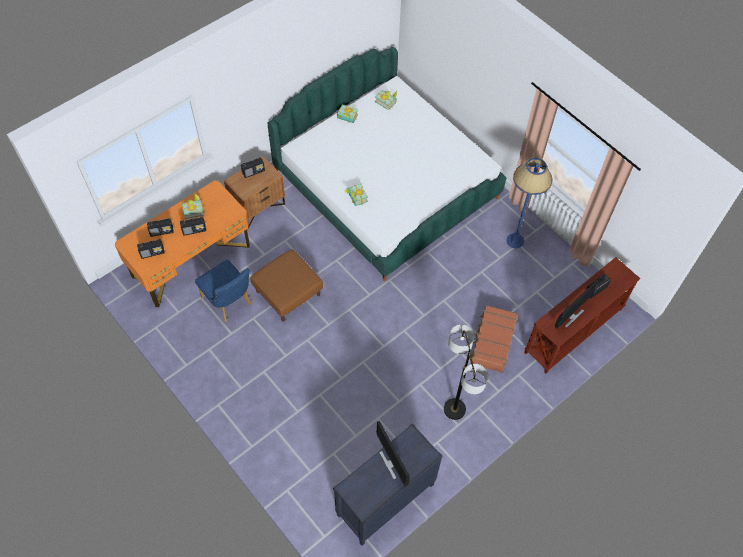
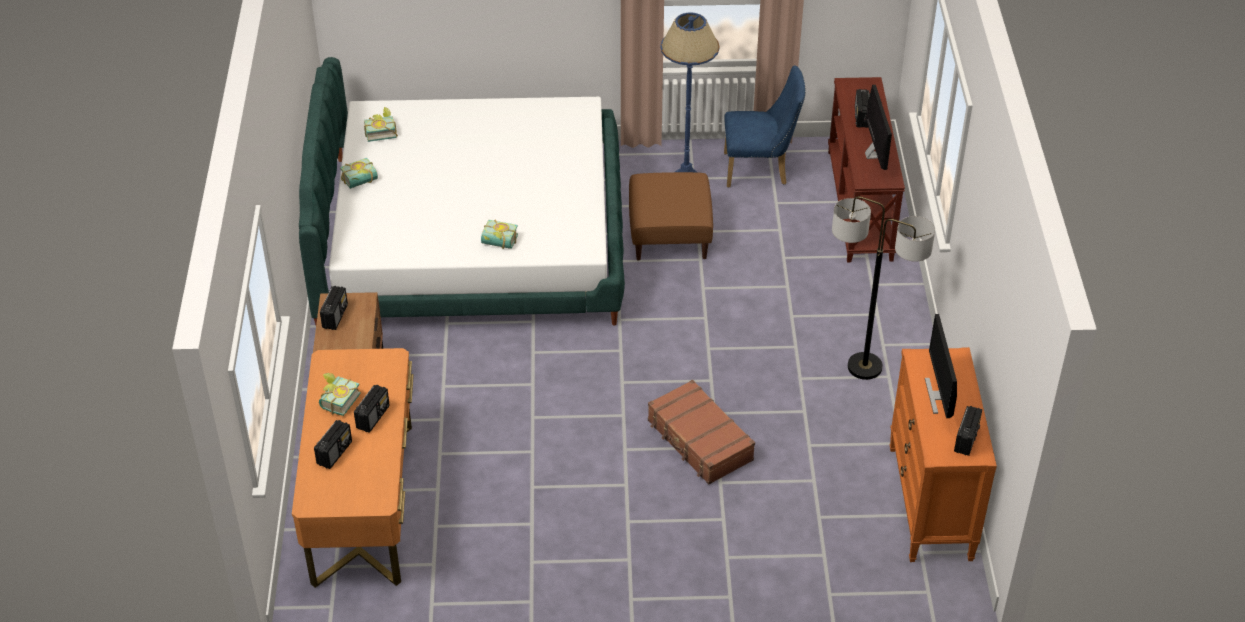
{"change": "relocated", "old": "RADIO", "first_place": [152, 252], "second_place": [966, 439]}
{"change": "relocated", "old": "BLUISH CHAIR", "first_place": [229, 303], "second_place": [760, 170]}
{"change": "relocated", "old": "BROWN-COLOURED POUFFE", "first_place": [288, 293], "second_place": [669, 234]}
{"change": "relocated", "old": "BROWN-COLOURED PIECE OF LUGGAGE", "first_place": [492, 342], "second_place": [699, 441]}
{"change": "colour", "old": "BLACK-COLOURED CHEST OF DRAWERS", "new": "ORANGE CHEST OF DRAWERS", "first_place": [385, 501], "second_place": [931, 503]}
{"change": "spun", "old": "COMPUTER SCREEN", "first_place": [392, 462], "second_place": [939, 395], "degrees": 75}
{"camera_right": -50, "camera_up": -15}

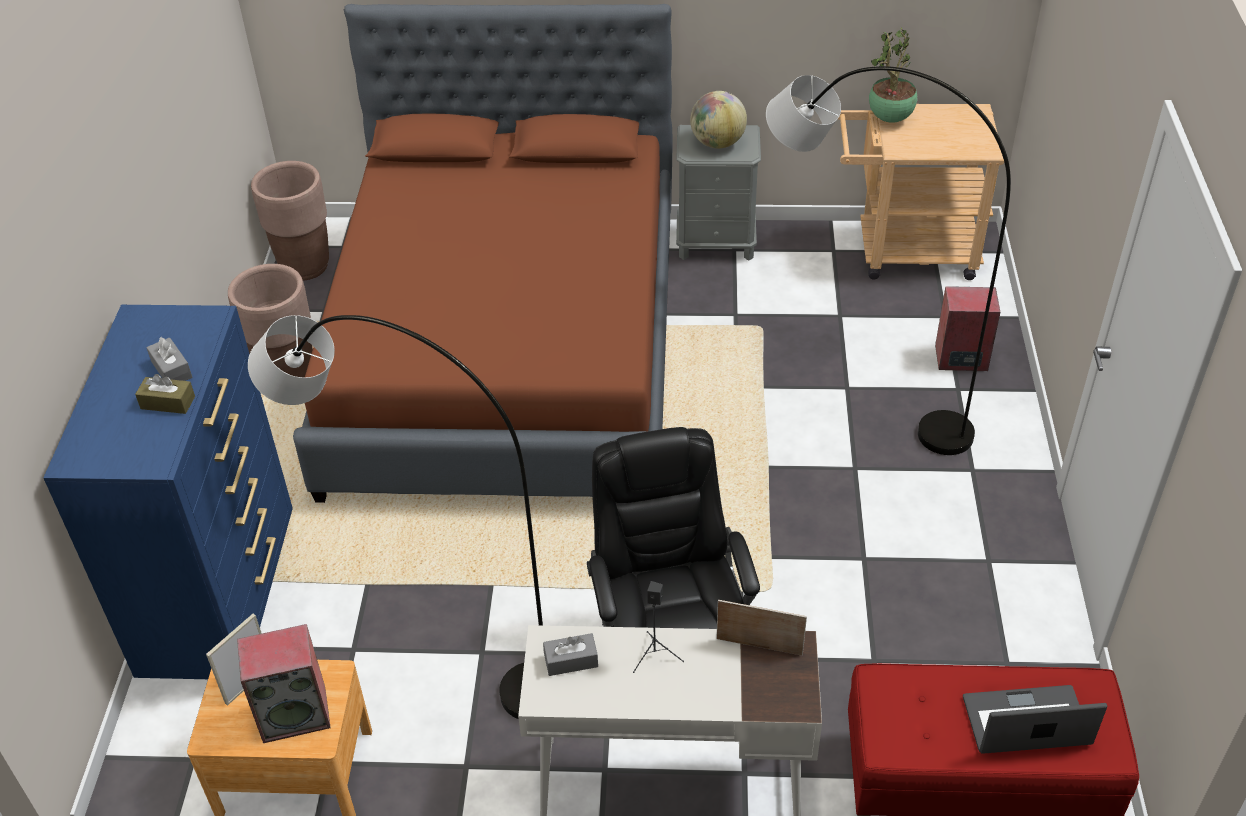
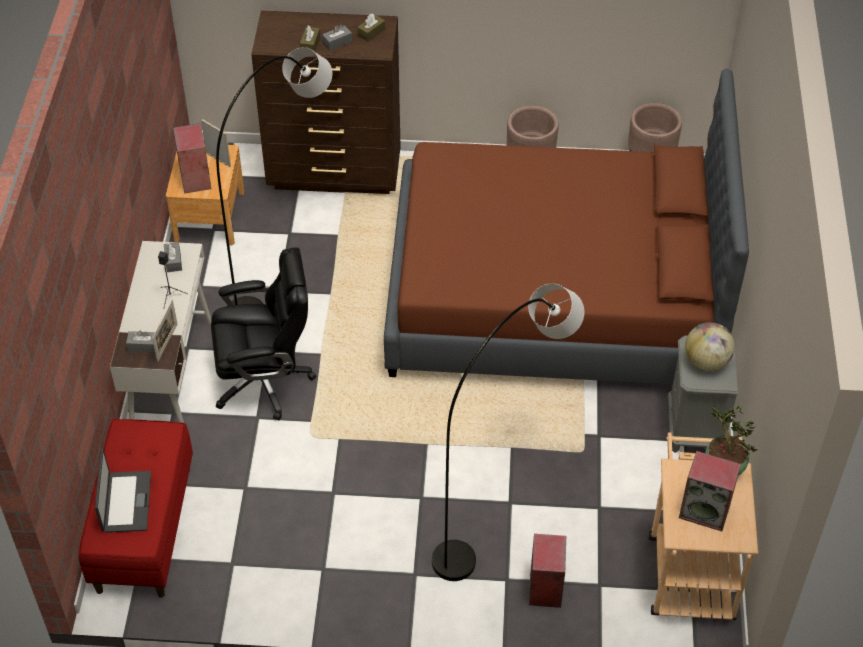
{"change": "appeared", "new": "GRAY TISSUE HOLDER", "second_place": [143, 346]}
{"change": "appeared", "new": "BROWN-COLOURED TISSUE HOLDER", "second_place": [371, 32]}
{"change": "appeared", "new": "LOUDSPEAKER", "second_place": [705, 511]}
{"change": "colour", "old": "BLUISH CHEST OF DRAWERS", "new": "BROWN-COLOURED CHEST OF DRAWERS", "first_place": [223, 597], "second_place": [335, 174]}
{"camera_right": 90, "camera_up": 5}

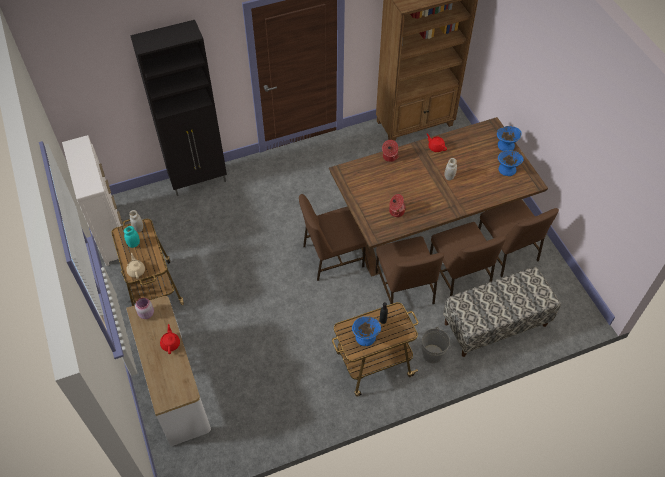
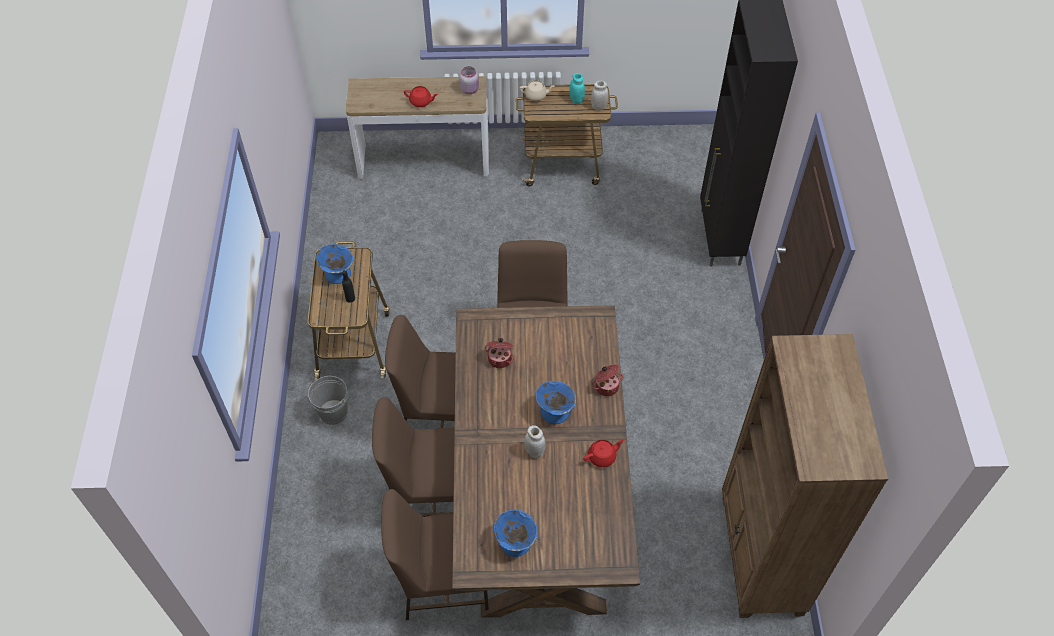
{"change": "missing", "old": "WHITISH CHEST OF DRAWERS", "first_place": [110, 234]}
{"change": "missing", "old": "INDOOR BENCH", "first_place": [495, 324]}
{"change": "relocated", "old": "BLUISH DEEP DISH", "first_place": [506, 145], "second_place": [554, 412]}
{"camera_right": 110, "camera_up": 0}

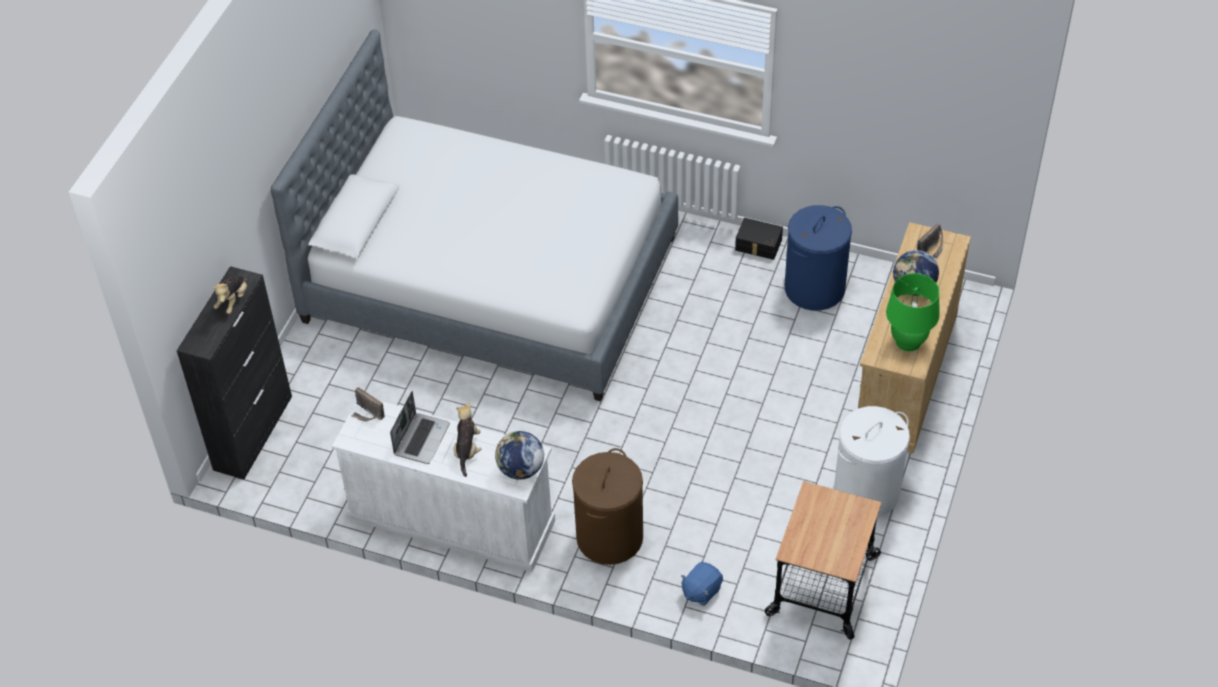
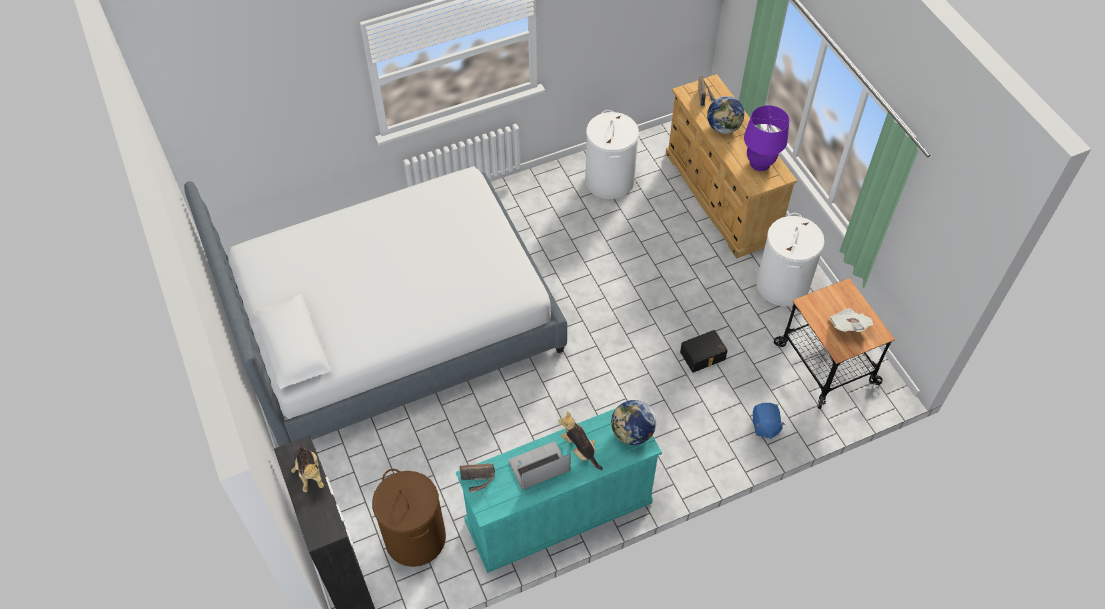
{"change": "appeared", "new": "NEWSPAPER", "second_place": [848, 326]}
{"change": "relocated", "old": "BROWN-COLOURED HAMPER", "first_place": [609, 537], "second_place": [415, 538]}
{"change": "relocated", "old": "BLACK-COLOURED STORAGE BIN", "first_place": [758, 245], "second_place": [703, 356]}
{"change": "colour", "old": "WHITISH CHEST OF DRAWERS", "new": "BLUE-GREEN CHEST OF DRAWERS", "first_place": [450, 519], "second_place": [558, 513]}
{"change": "colour", "old": "BLUISH HAMPER", "new": "WHITISH HAMPER", "first_place": [814, 288], "second_place": [609, 181]}
{"change": "colour", "old": "GREEN LAMP FOR A TABLE", "new": "PURPLE LAMP FOR A TABLE", "first_place": [908, 341], "second_place": [760, 163]}
{"change": "spun", "old": "NOTEBOOK COMPUTER", "first_place": [421, 438], "second_place": [538, 467], "degrees": -90}
{"camera_right": -45, "camera_up": 5}

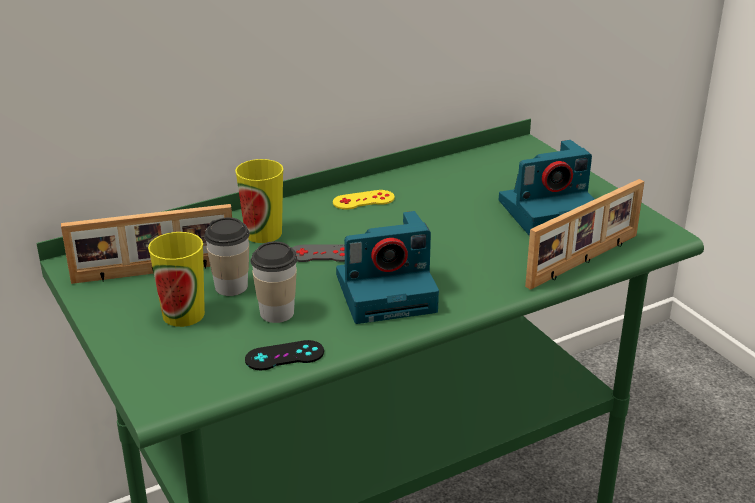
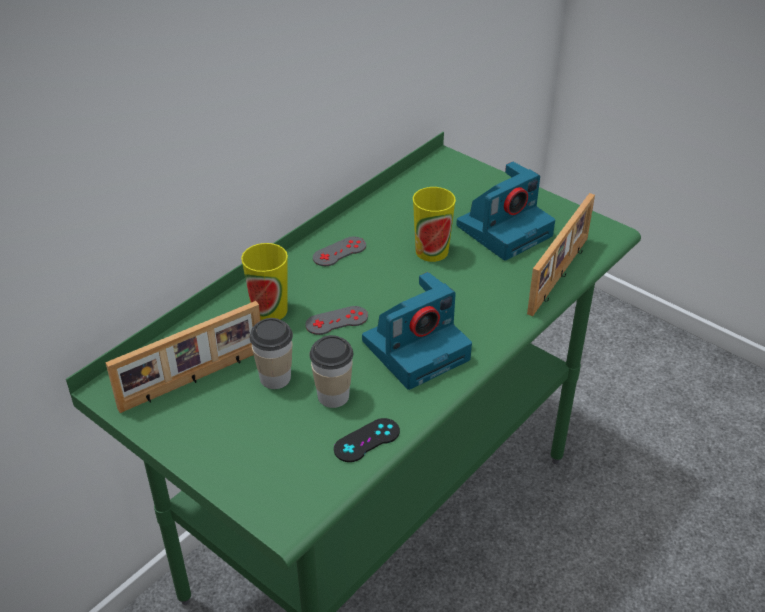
{"change": "relocated", "old": "DRINKING CUP", "first_place": [183, 314], "second_place": [431, 251]}
{"change": "colour", "old": "YELLOW-COLOURED GAMEPAD", "new": "GRAY GAMEPAD", "first_place": [363, 200], "second_place": [339, 252]}
{"camera_right": -20, "camera_up": 10}

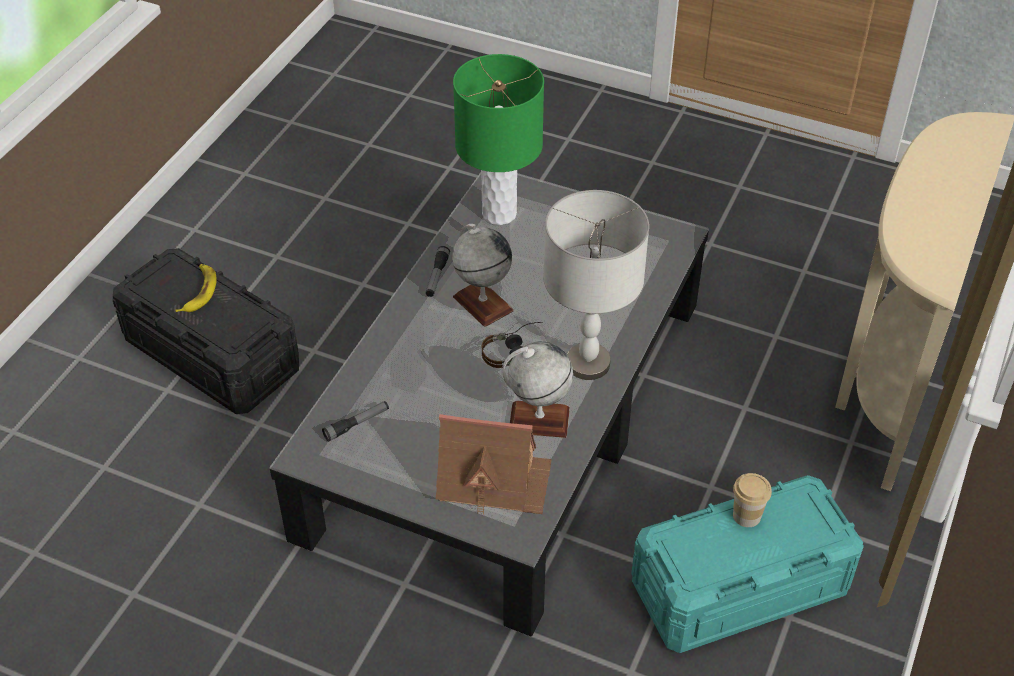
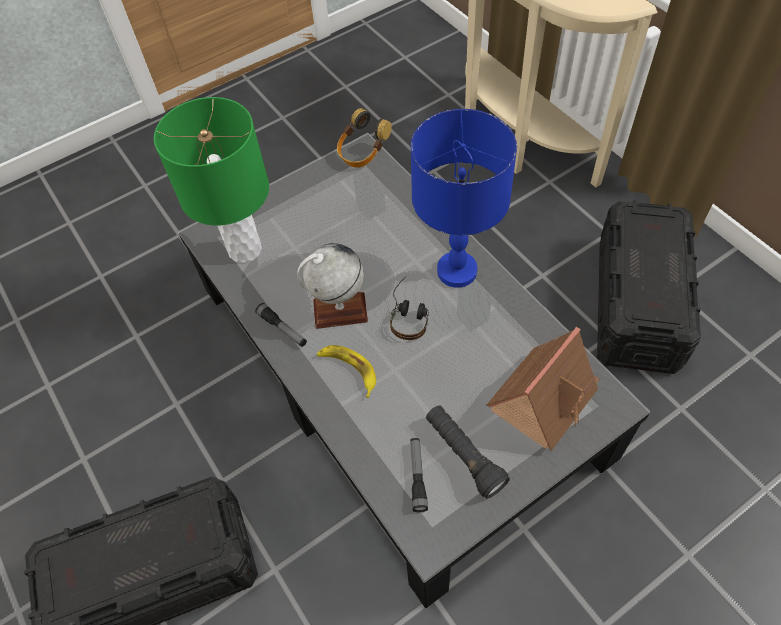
{"change": "missing", "old": "DESK GLOBE", "first_place": [539, 420]}
{"change": "missing", "old": "DRINKING CUP", "first_place": [746, 515]}
{"change": "appeared", "new": "HEADSET", "second_place": [362, 152]}
{"change": "appeared", "new": "BLACK-COLOURED HAND TORCH", "second_place": [463, 455]}
{"change": "relocated", "old": "WHOLE BANANA", "first_place": [199, 292], "second_place": [348, 369]}
{"change": "colour", "old": "GRAY LAMP FOR A TABLE", "new": "BLUISH LAMP FOR A TABLE", "first_place": [588, 364], "second_place": [457, 271]}
{"change": "colour", "old": "BLUE-GREEN STORAGE BIN", "new": "BLACK-COLOURED STORAGE BIN", "first_place": [740, 586], "second_place": [637, 303]}
{"camera_right": -55, "camera_up": 10}

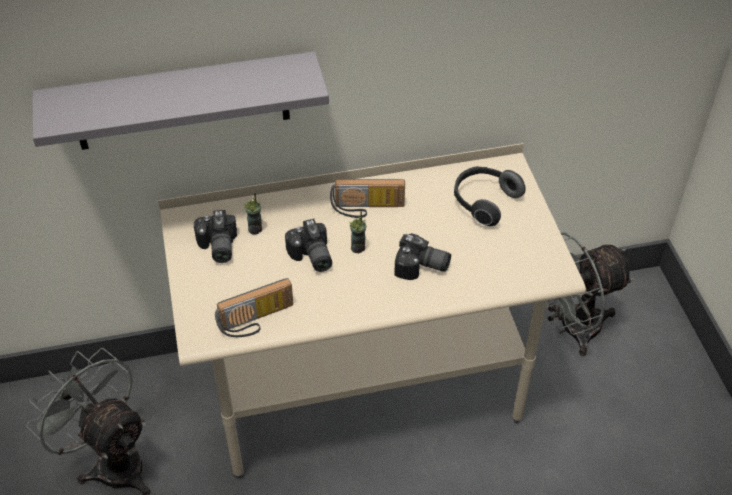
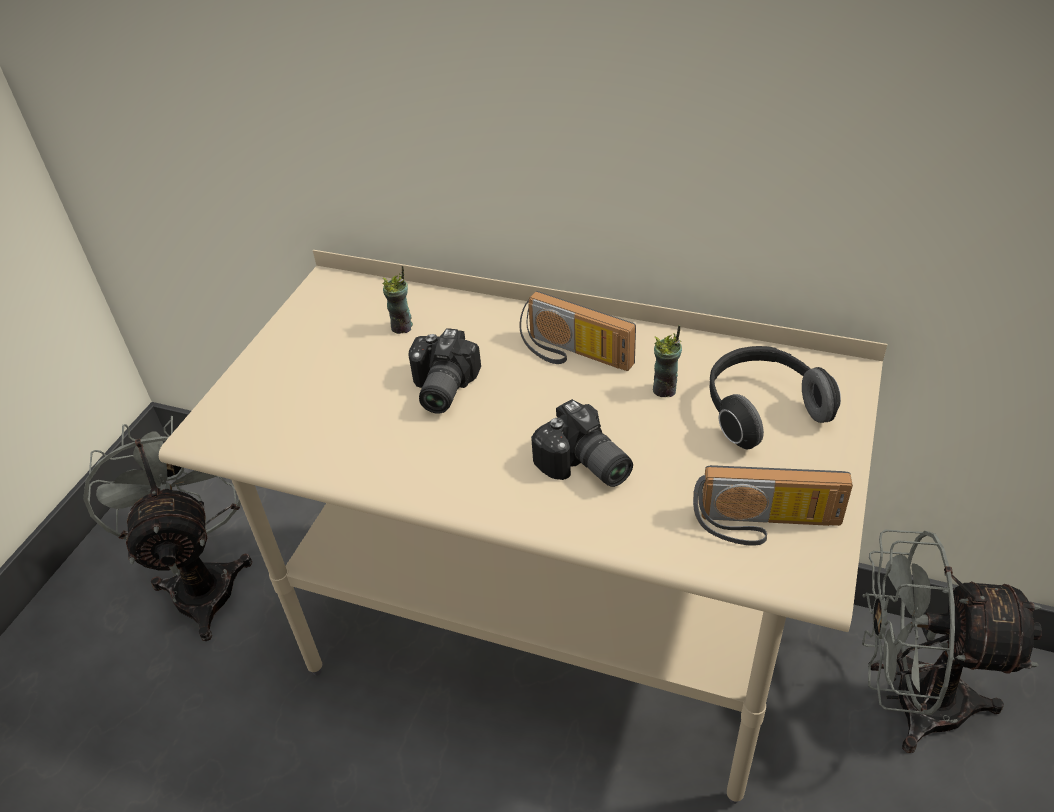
{"change": "missing", "old": "GRAY BRACKET SHELF", "first_place": [181, 102]}
{"change": "missing", "old": "PHOTO CAMERA", "first_place": [216, 247]}
{"change": "relocated", "old": "RADIO", "first_place": [257, 321], "second_place": [766, 526]}
{"change": "relocated", "old": "DRINKING CUP", "first_place": [358, 248], "second_place": [665, 390]}
{"camera_right": 35, "camera_up": -5}

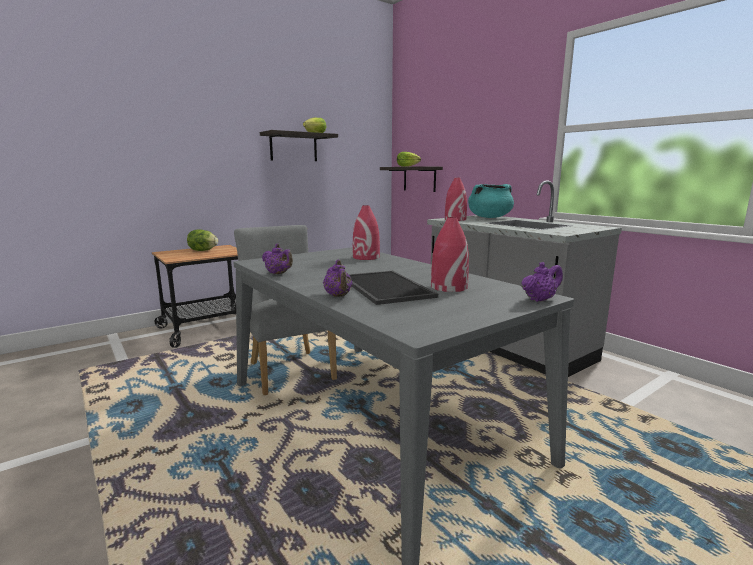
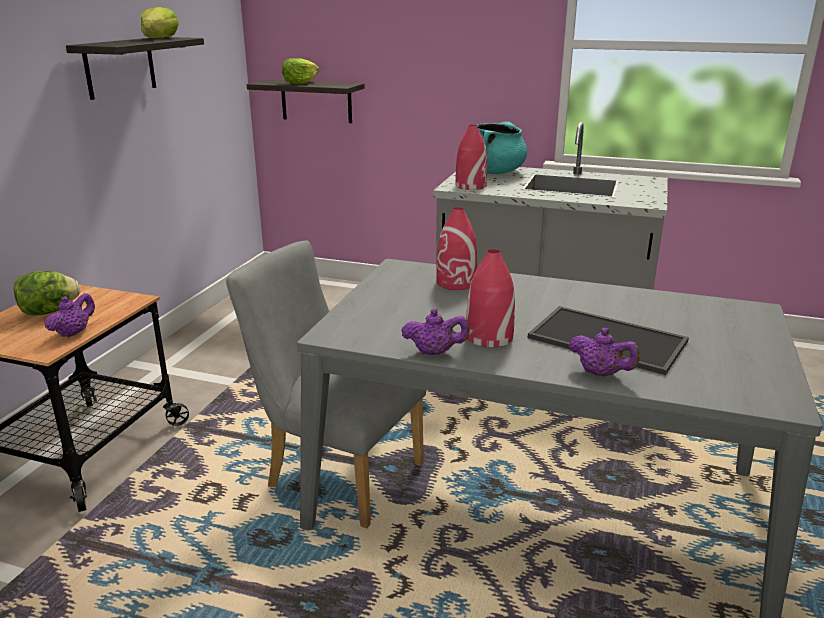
{"change": "relocated", "old": "RED-COLOURED VASE", "first_place": [448, 287], "second_place": [488, 337]}
{"change": "relocated", "old": "PURPLE POT FOR TEA", "first_place": [539, 299], "second_place": [74, 333]}
{"camera_right": -35, "camera_up": 10}

